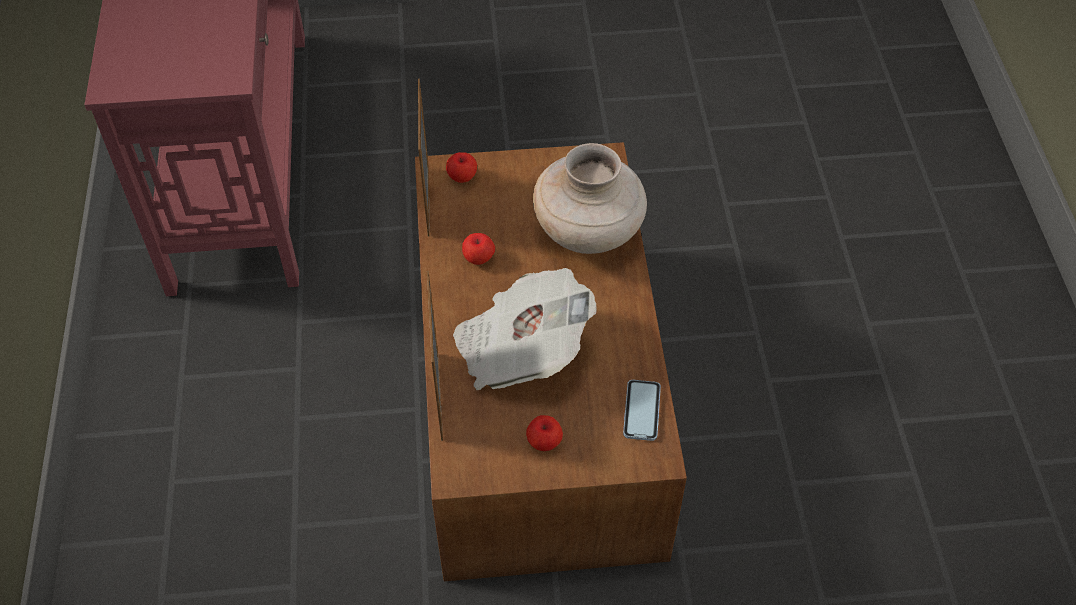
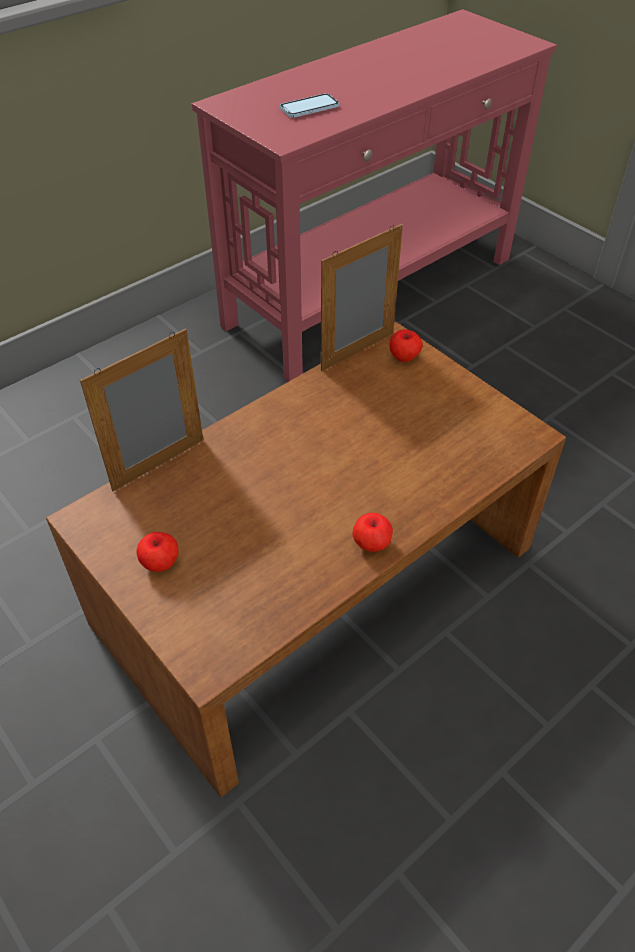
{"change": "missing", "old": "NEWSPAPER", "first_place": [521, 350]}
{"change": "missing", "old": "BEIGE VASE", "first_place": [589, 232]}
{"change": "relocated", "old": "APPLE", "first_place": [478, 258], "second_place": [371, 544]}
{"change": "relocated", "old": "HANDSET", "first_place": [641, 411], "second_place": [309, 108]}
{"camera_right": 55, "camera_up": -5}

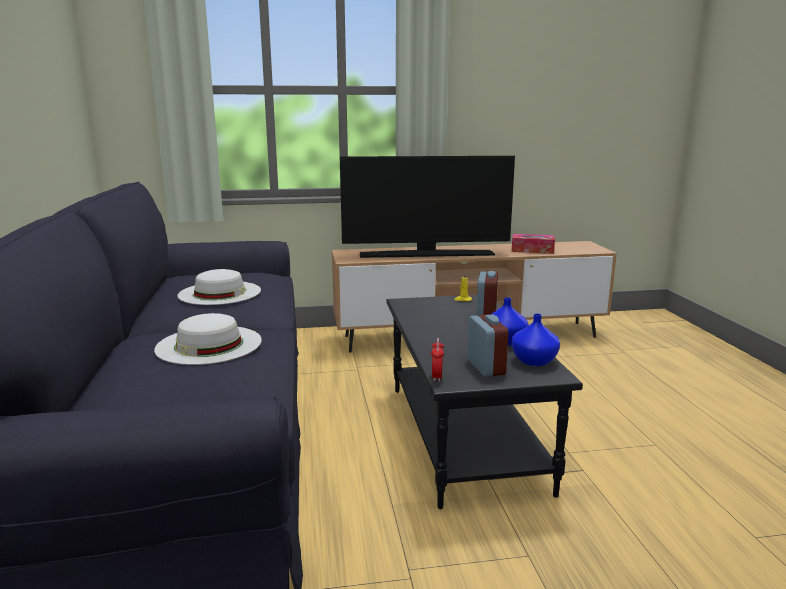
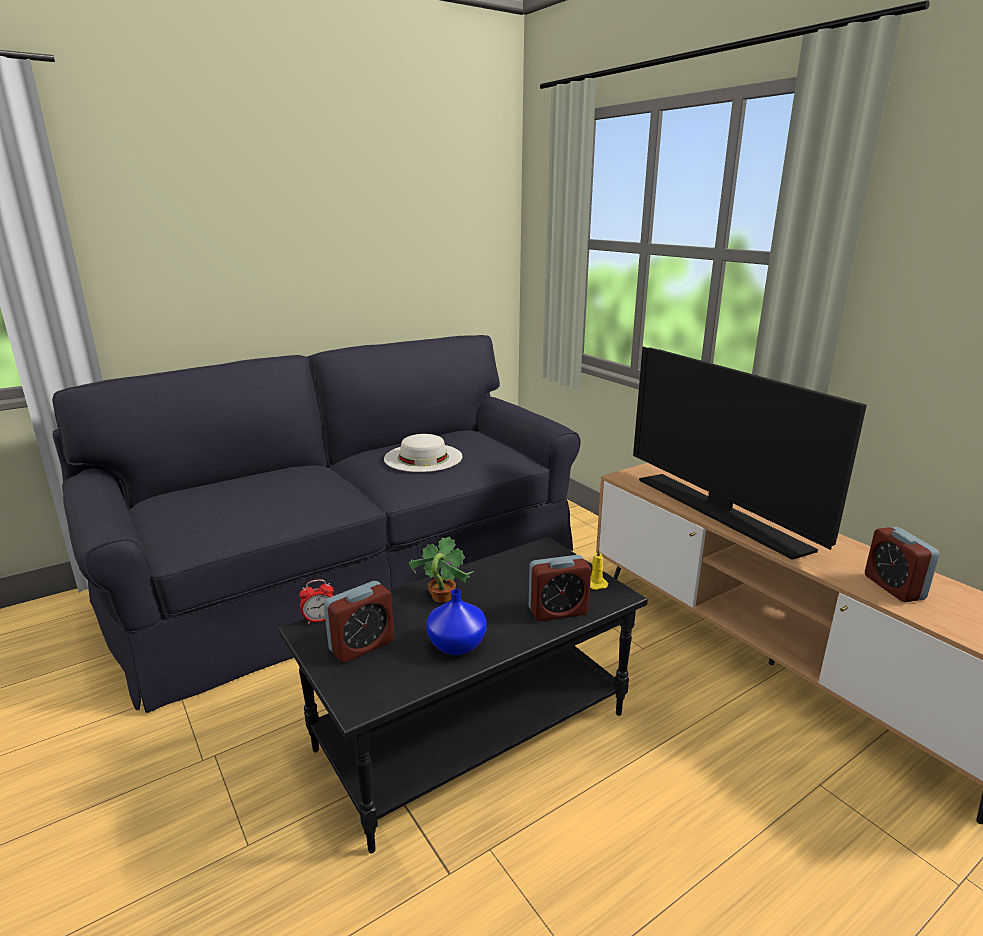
{"change": "missing", "old": "WHITISH HAT", "first_place": [209, 344]}
{"change": "missing", "old": "BLUISH VASE", "first_place": [535, 361]}
{"change": "appeared", "new": "POTTED PLANT", "second_place": [441, 597]}
{"change": "exchanged", "old": "TISSUE HOLDER", "new": "BEDSIDE CLOCK", "first_place": [532, 250], "second_place": [893, 587]}
{"camera_right": 65, "camera_up": 5}

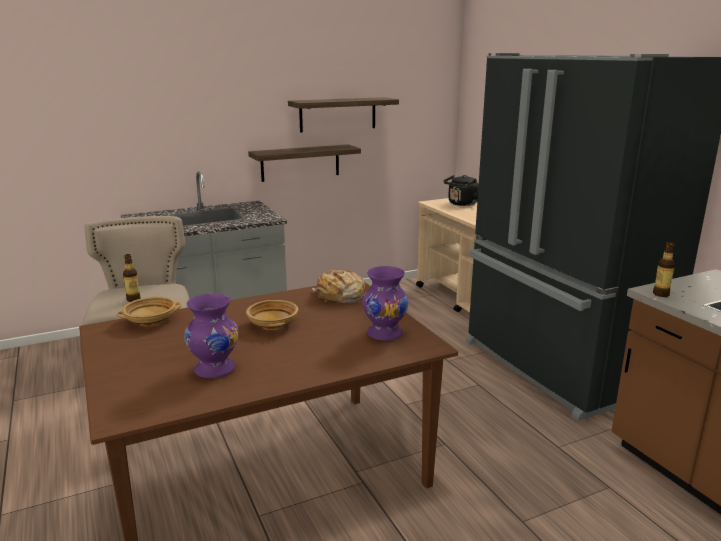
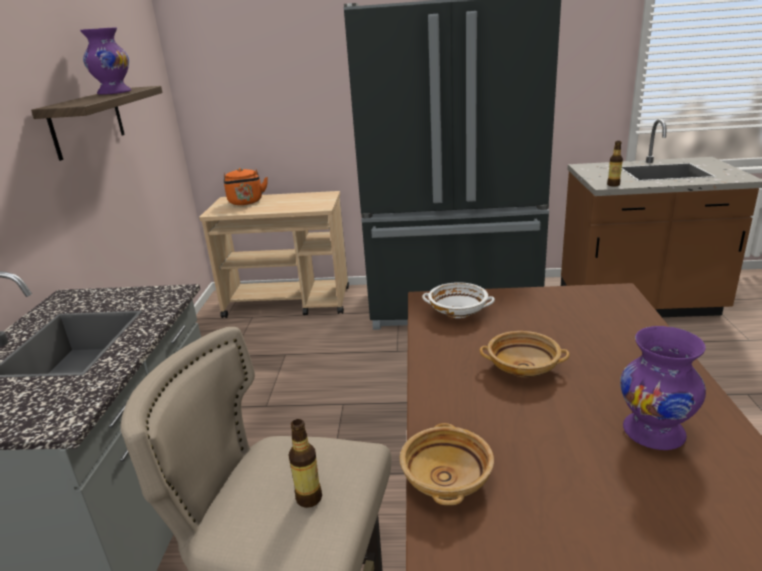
{"change": "missing", "old": "BRACKET SHELF", "first_place": [300, 163]}
{"change": "relocated", "old": "PURPLE VASE", "first_place": [385, 333], "second_place": [114, 93]}
{"change": "exchanged", "old": "BREAD", "new": "WHITISH DEEP DISH", "first_place": [340, 296], "second_place": [458, 311]}
{"change": "colour", "old": "BLACK-COLOURED KETTLE", "new": "ORANGE KETTLE", "first_place": [461, 204], "second_place": [246, 202]}
{"camera_right": -60, "camera_up": 5}

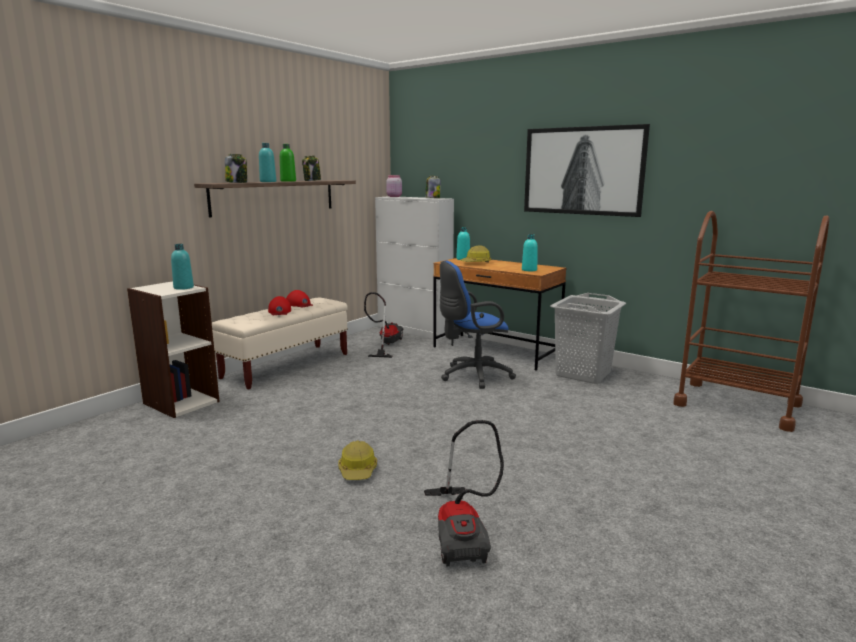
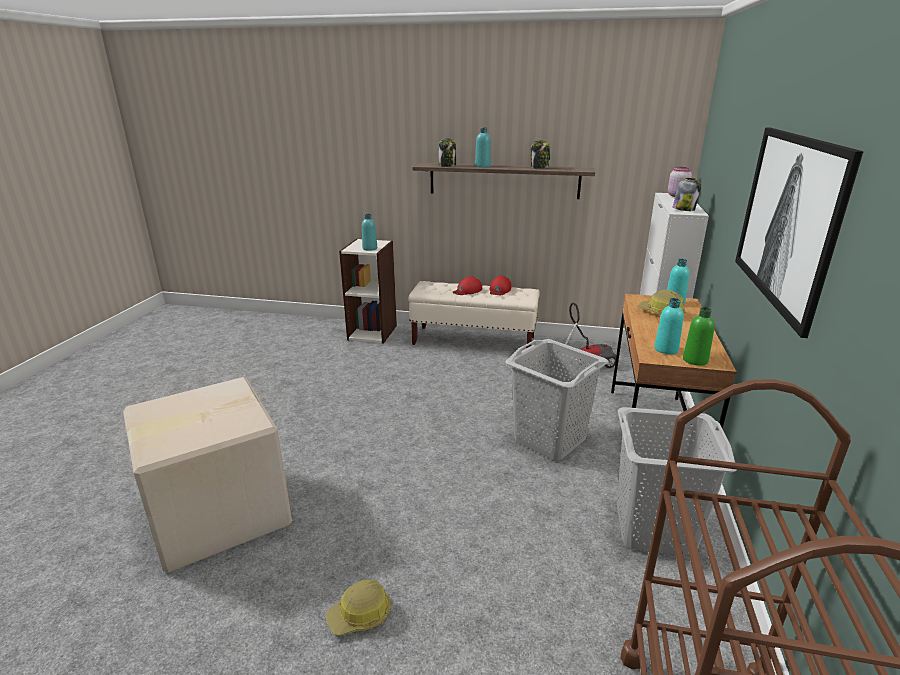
{"change": "relocated", "old": "GREEN DRINK BOTTLE", "first_place": [288, 181], "second_place": [695, 360]}
{"change": "relocated", "old": "WORK HELMET", "first_place": [358, 470], "second_place": [360, 615]}
{"change": "exchanged", "old": "VACUUM", "new": "CARTON", "first_place": [461, 532], "second_place": [217, 512]}
{"change": "exchanged", "old": "BLUISH DESK CHAIR", "new": "GRAY HAMPER", "first_place": [472, 376], "second_place": [549, 439]}
{"camera_right": 65, "camera_up": 10}

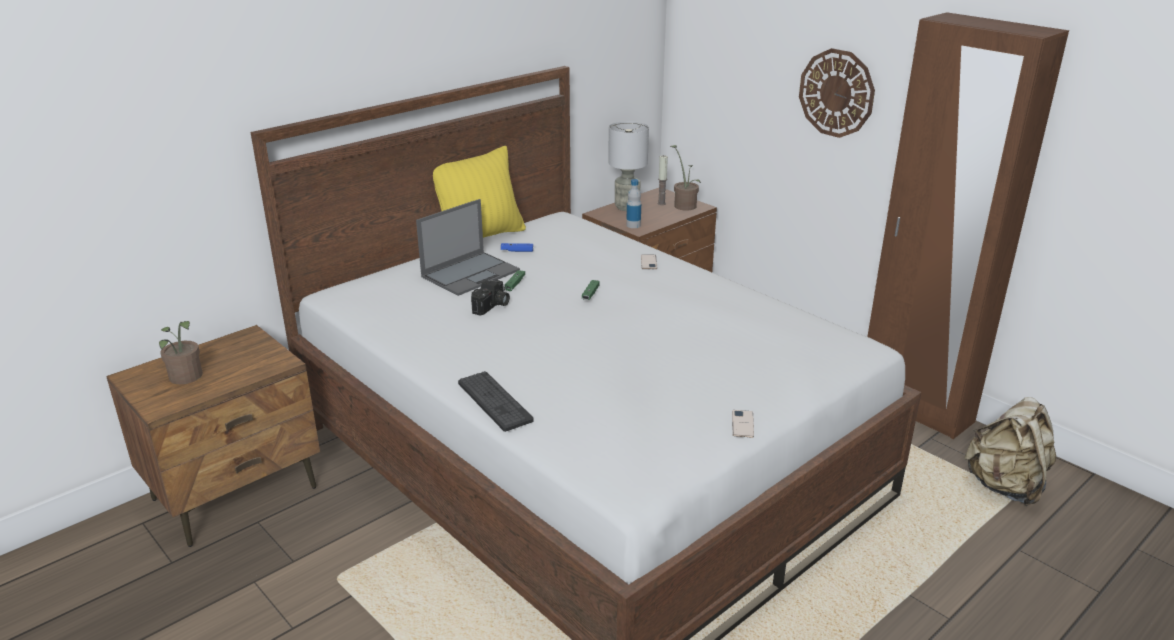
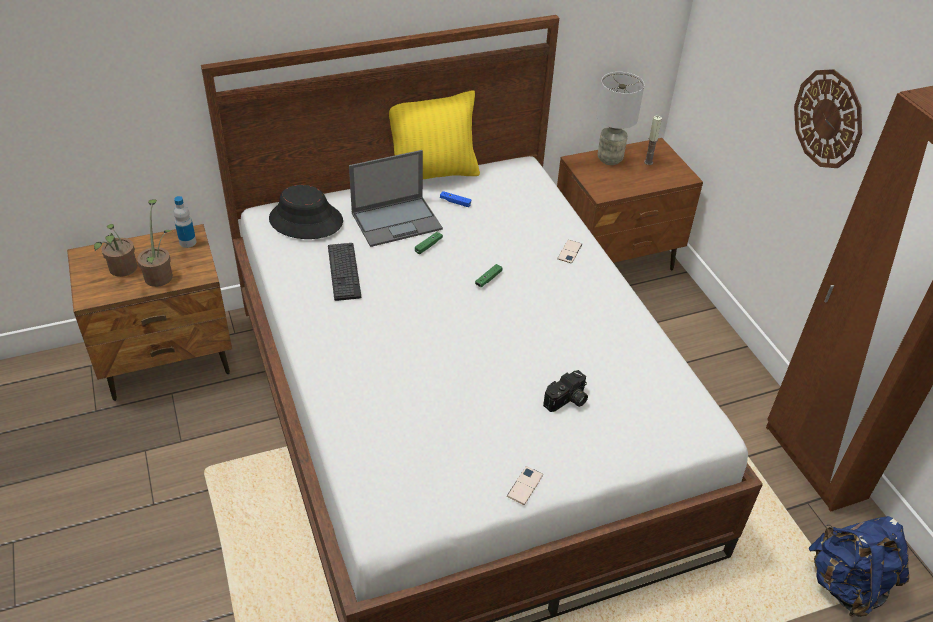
{"change": "appeared", "new": "BLACK-COLOURED HAT", "second_place": [305, 221]}
{"change": "relocated", "old": "COMPUTER KEYBOARD", "first_place": [494, 401], "second_place": [344, 272]}
{"change": "relocated", "old": "PHOTO CAMERA", "first_place": [492, 306], "second_place": [567, 401]}
{"change": "relocated", "old": "DRINK BOTTLE", "first_place": [633, 225], "second_place": [188, 242]}
{"change": "relocated", "old": "POTTED PLANT", "first_place": [684, 205], "second_place": [160, 274]}
{"change": "colour", "old": "BEIGE KNAPSACK", "new": "BLUISH KNAPSACK", "first_place": [1005, 486], "second_place": [846, 584]}
{"camera_right": 20, "camera_up": 15}

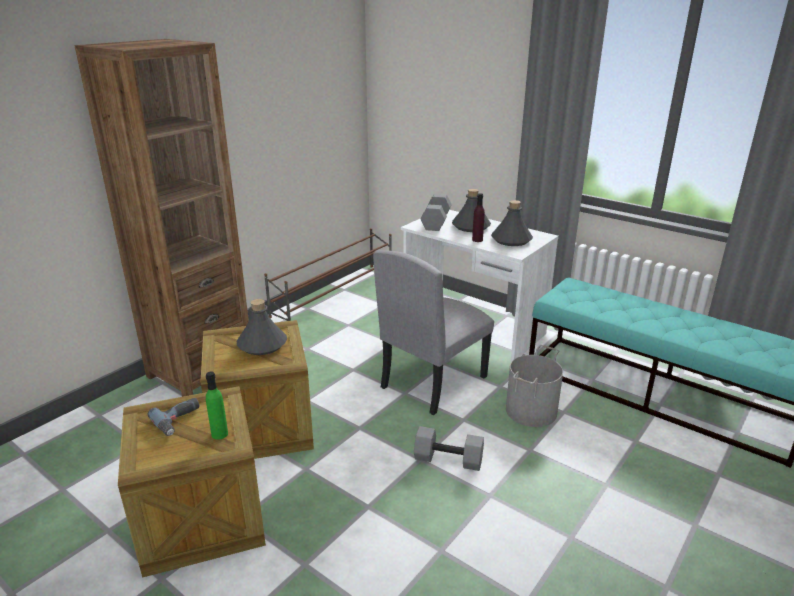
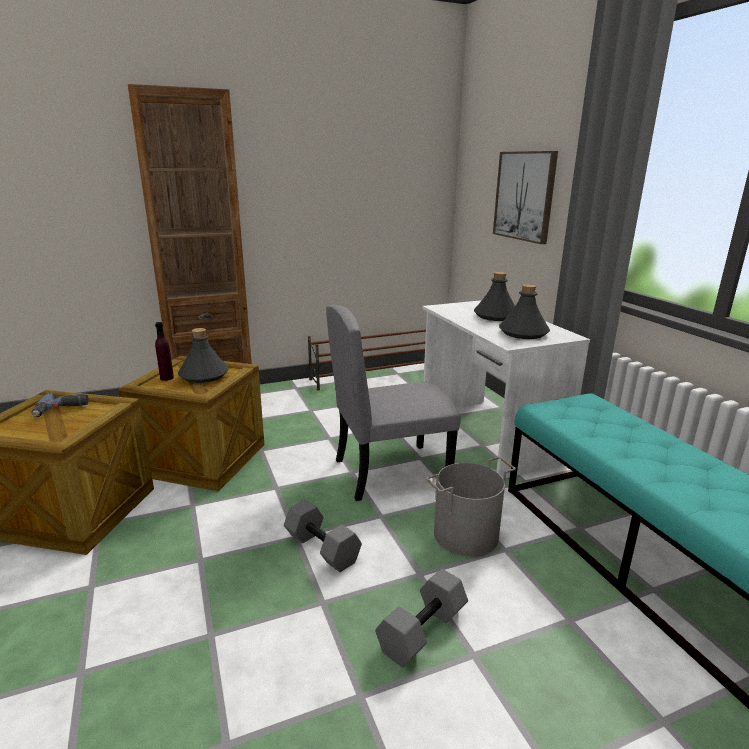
{"change": "missing", "old": "GREEN DRINK BOTTLE", "first_place": [219, 434]}
{"change": "appeared", "new": "WALL PICTURE", "second_place": [524, 196]}
{"change": "relocated", "old": "GRAY DUMBBELL", "first_place": [435, 222], "second_place": [421, 629]}
{"change": "relocated", "old": "PURPLE DRINK BOTTLE", "first_place": [477, 240], "second_place": [167, 378]}
{"camera_right": 30, "camera_up": -5}

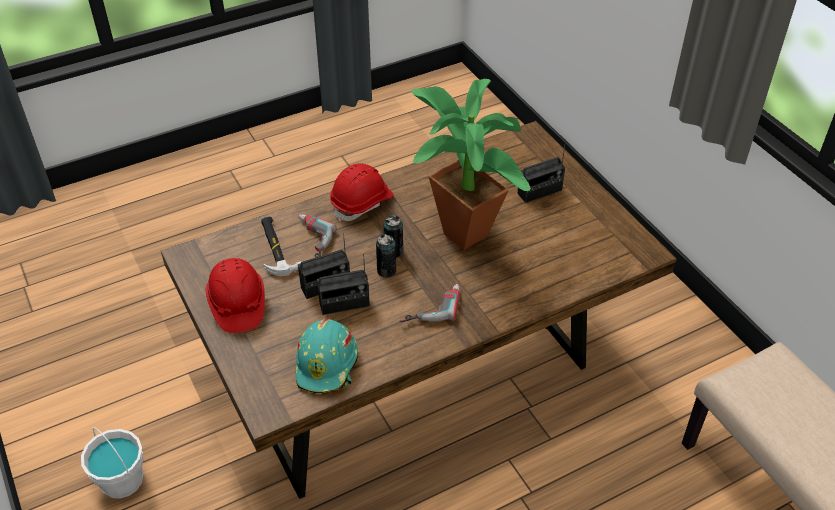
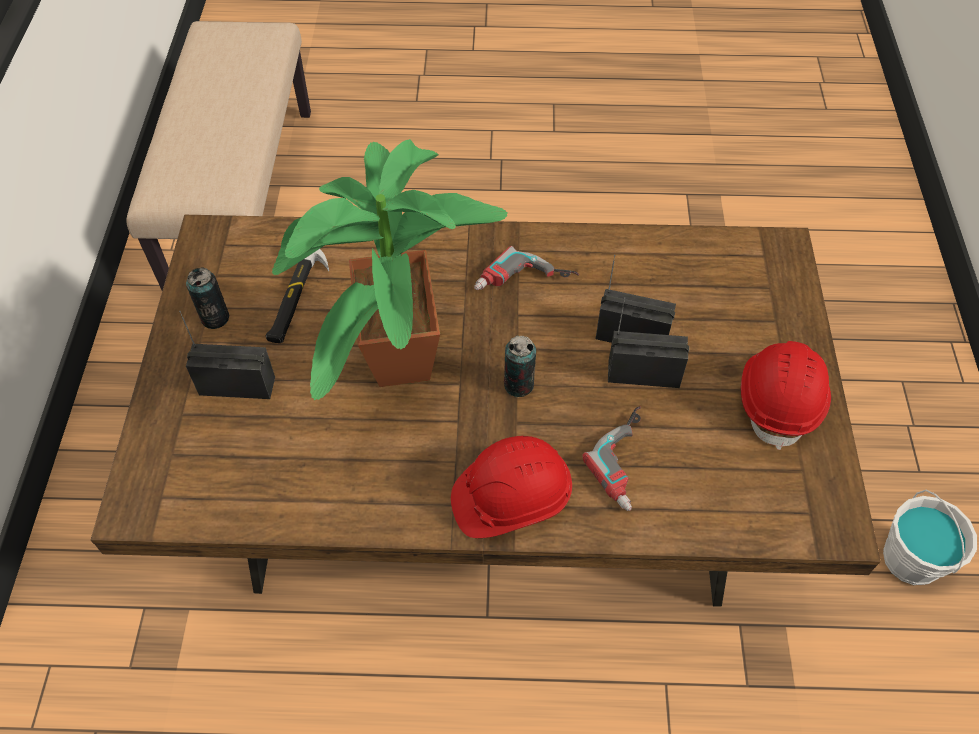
{"change": "missing", "old": "BLUE-GREEN WORK HELMET", "first_place": [327, 365]}
{"change": "relocated", "old": "HAND HAMMER", "first_place": [277, 248], "second_place": [292, 296]}
{"change": "relocated", "old": "METAL CAN", "first_place": [386, 271], "second_place": [215, 318]}
{"camera_right": -150, "camera_up": 10}

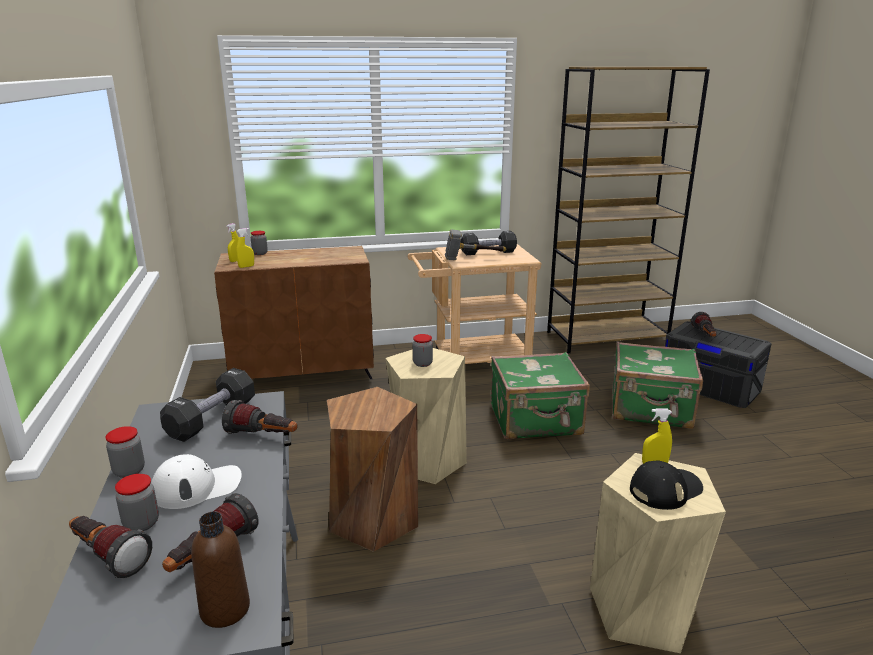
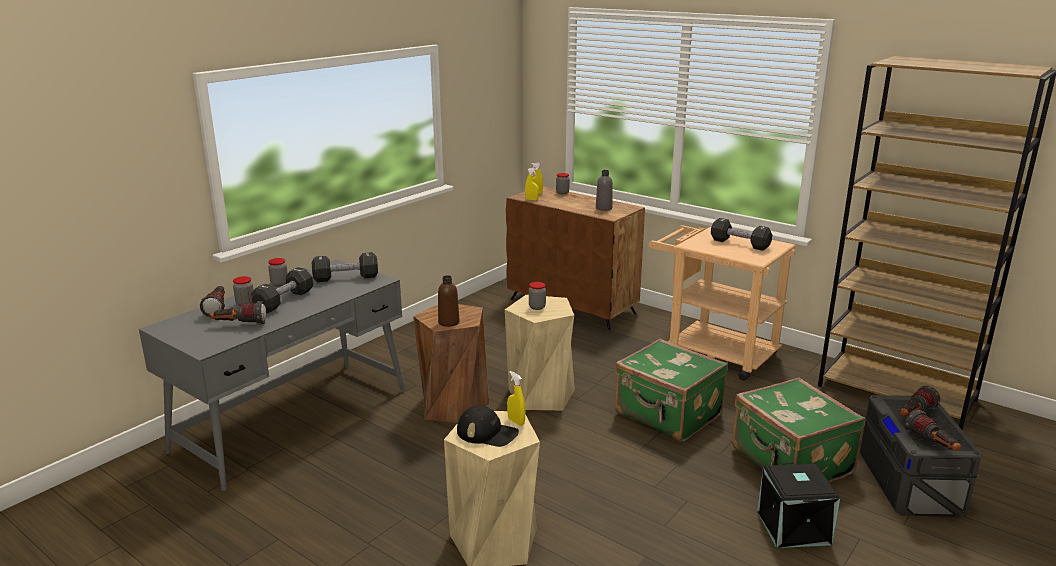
{"change": "missing", "old": "HAND HAMMER", "first_place": [473, 258]}
{"change": "appeared", "new": "GRAY DRINK BOTTLE", "second_place": [604, 208]}
{"change": "appeared", "new": "BLACK-COLOURED STORAGE BIN", "second_place": [794, 528]}
{"change": "relocated", "old": "BROWN-COLOURED DRINK BOTTLE", "first_place": [225, 609], "second_place": [448, 322]}
{"change": "relocated", "old": "HAND TORCH", "first_place": [263, 436], "second_place": [932, 444]}
{"change": "exchanged", "old": "WHITISH PEAKED CAP", "new": "BLACK-COLOURED DUMBBELL", "first_place": [197, 487], "second_place": [284, 301]}
{"camera_right": 50, "camera_up": 0}

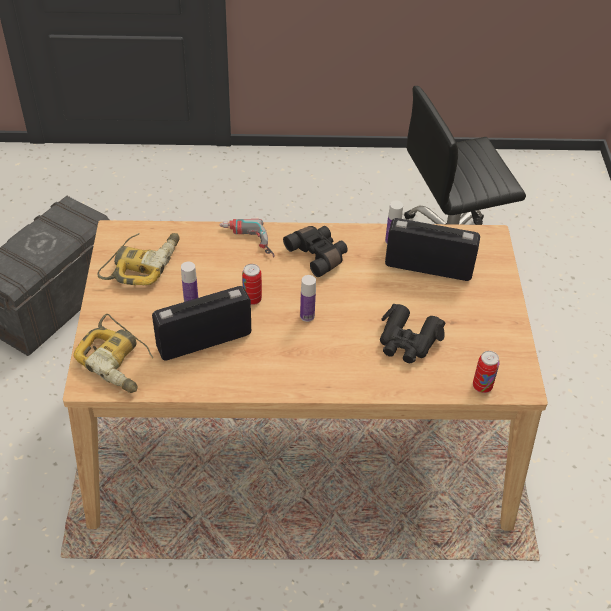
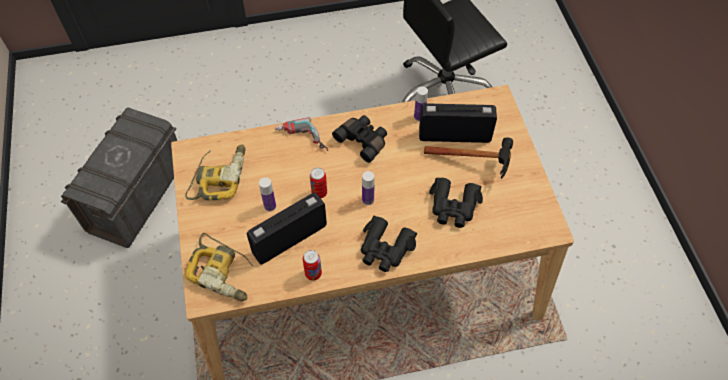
{"change": "appeared", "new": "BLACK-COLOURED PAIR OF BINOCULARS", "second_place": [385, 249]}
{"change": "appeared", "new": "HAND HAMMER", "second_place": [477, 164]}
{"change": "relocated", "old": "METAL CAN", "first_place": [482, 386], "second_place": [313, 274]}
{"camera_right": -10, "camera_up": 10}

